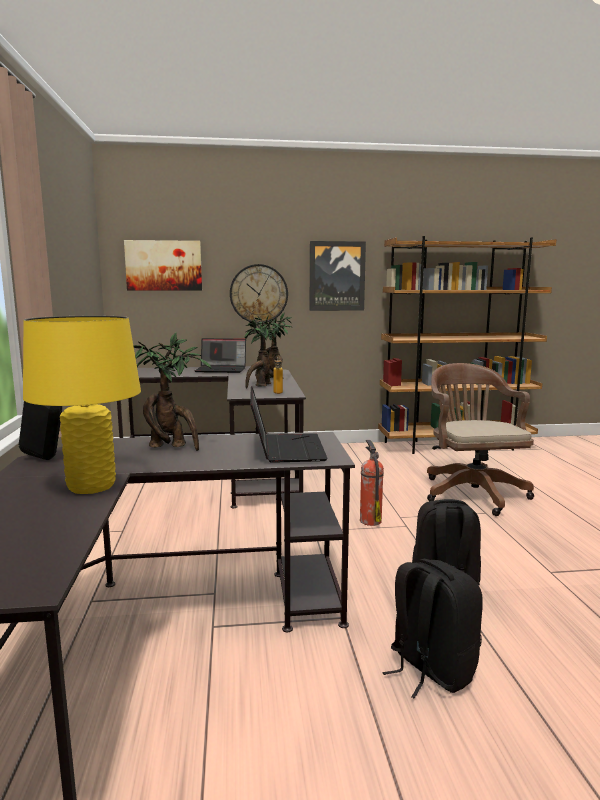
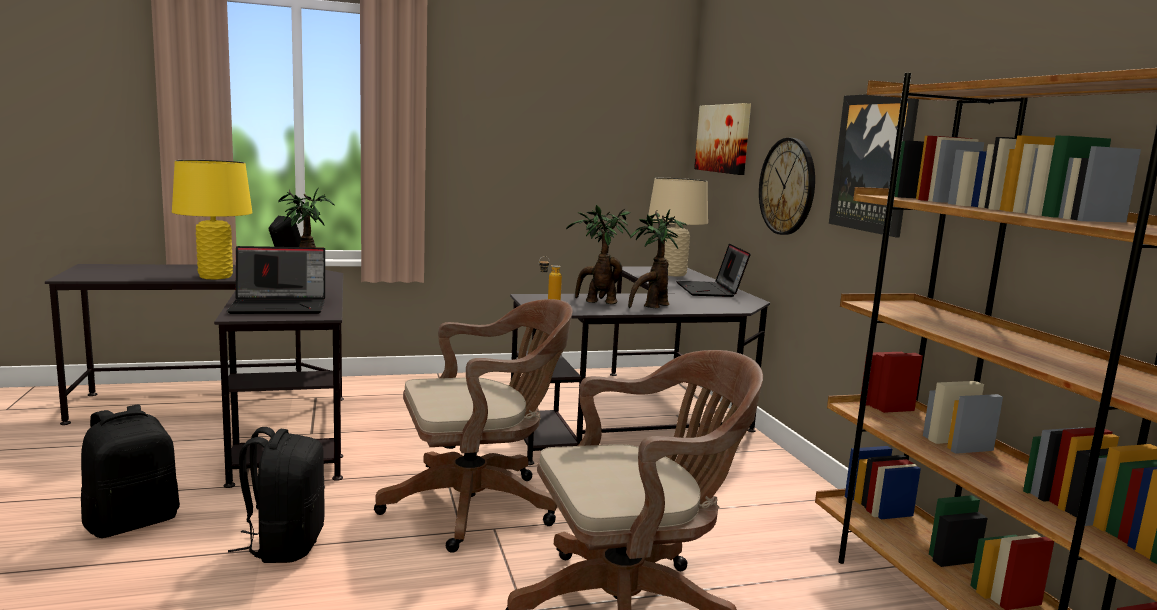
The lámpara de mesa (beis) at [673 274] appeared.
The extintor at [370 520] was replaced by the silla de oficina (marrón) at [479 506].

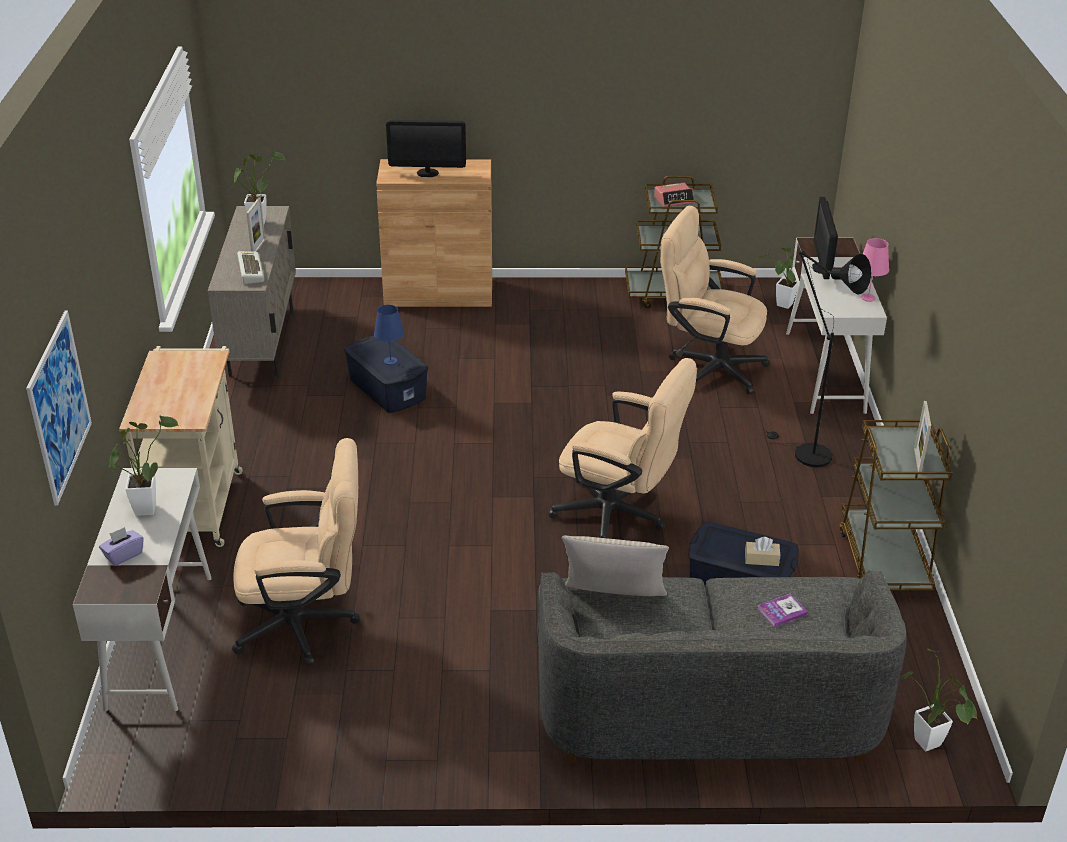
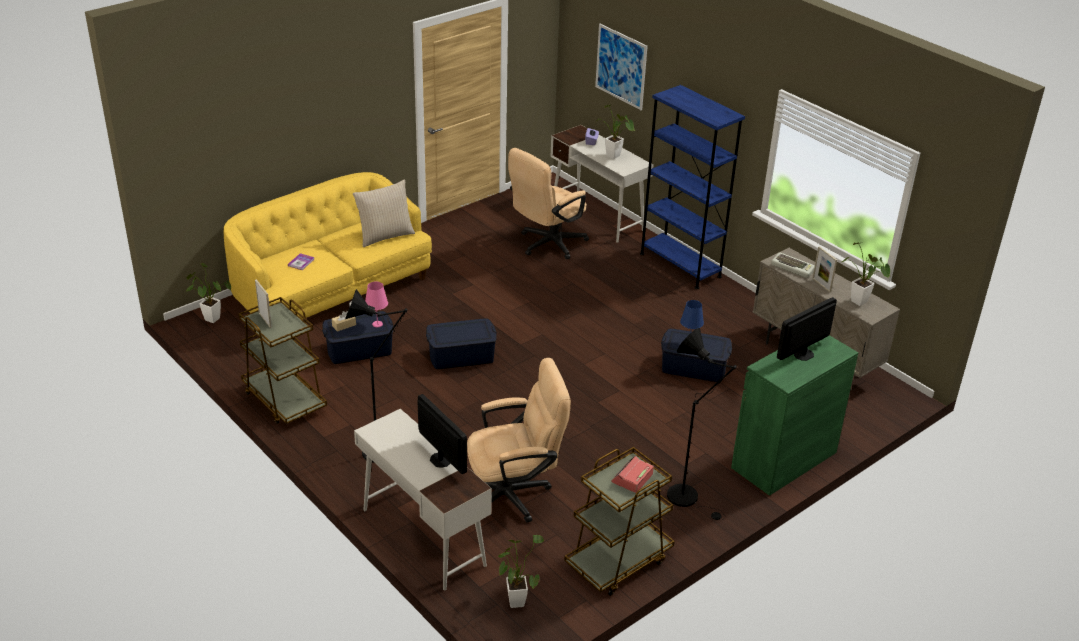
The lámpara de pie (negro) at [688 498] appeared.
The lámpara de mesa (rosa) moved from [868 298] to [377 324].
The carrito (beis) at [196 502] was replaced by the estantería (azul) at [680 265].
The silla de oficina (beis) at [618 516] was replaced by the caja de almacenaje (azul) at [461 356].
The armario (marrón) at [438 293] became the armario (verde) at [784 460].
The sofá (gris) at [706 706] became the sofá (amarillo) at [330 290].

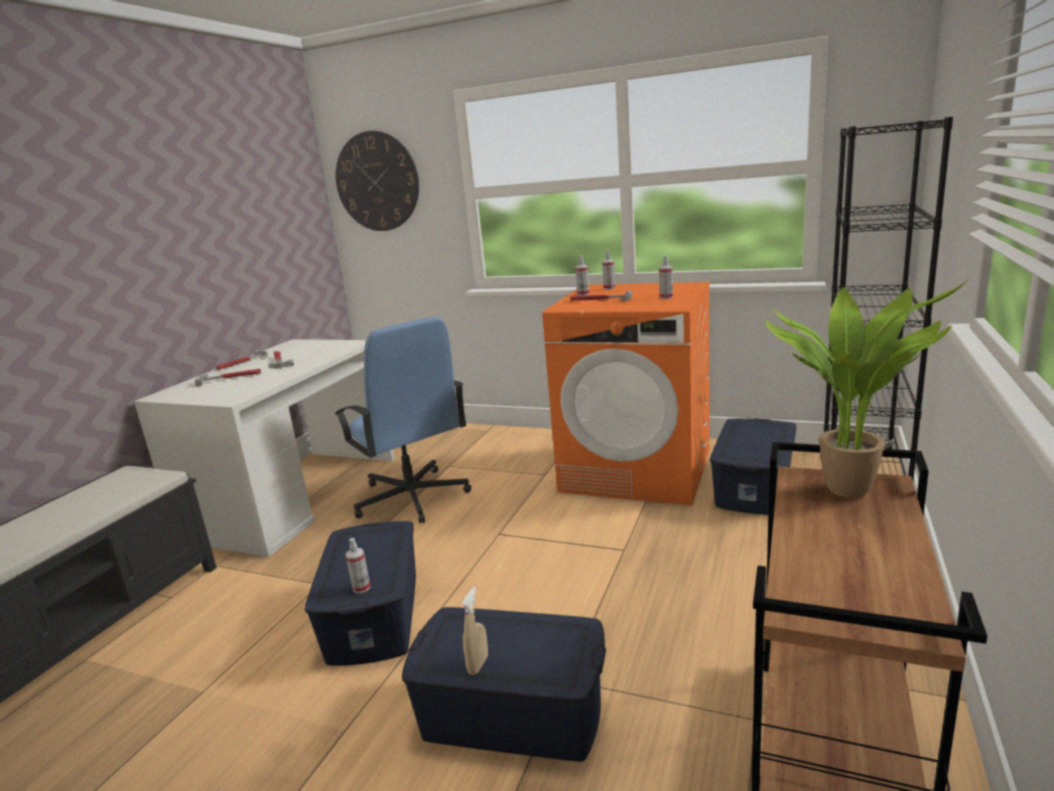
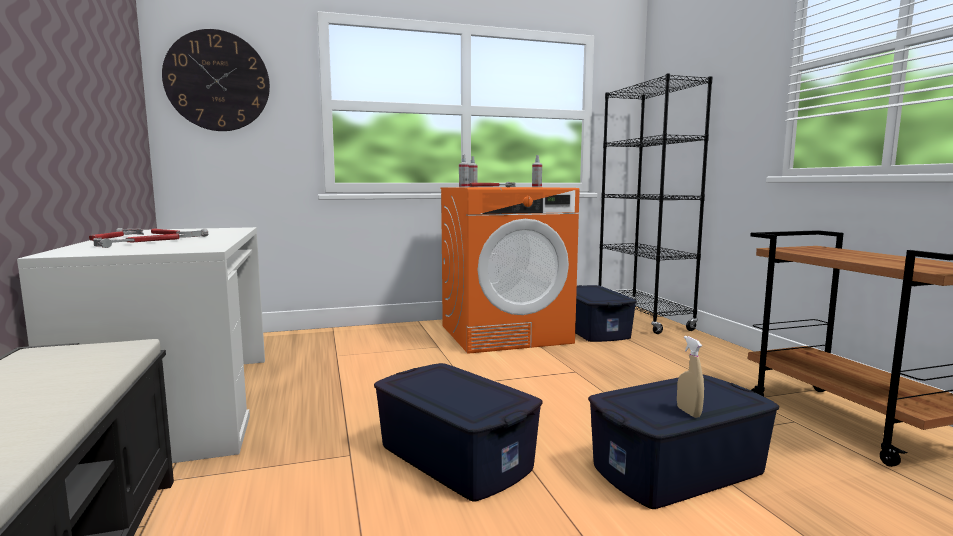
The silla de oficina (azul) at [412 498] disappeared.
The pulverizador at [361 588] disappeared.
The planta en maceta at [851 488] disappeared.

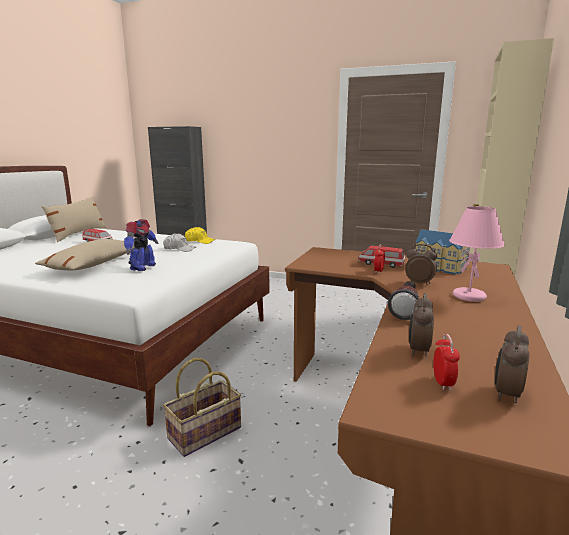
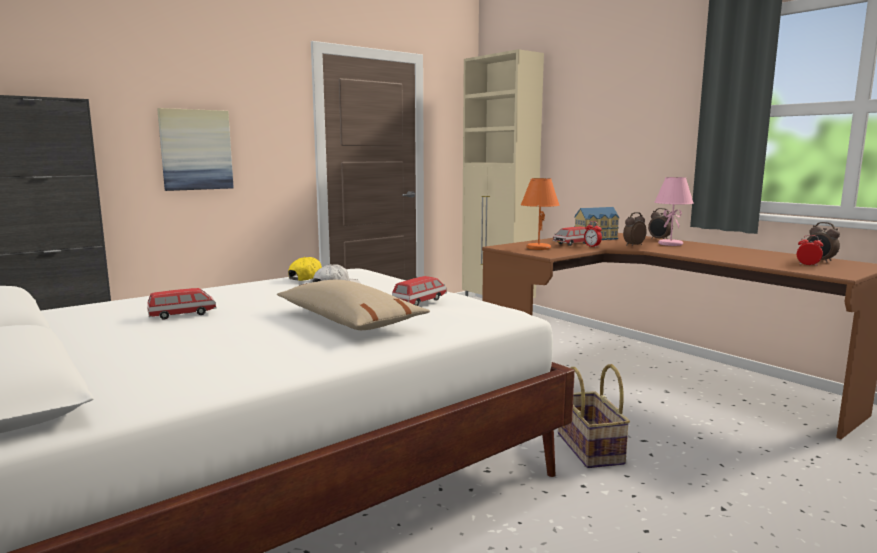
The cojín (beis) at [78 234] disappeared.
The linterna at [405 309] disappeared.
The cuadro at [196 150] appeared.
The lámpara de mesa (naranja) at [538 248] appeared.
The despertador moved from [418 351] to [659 239].
The robot de juguete at [142 267] was replaced by the coche de juguete at [420 302].

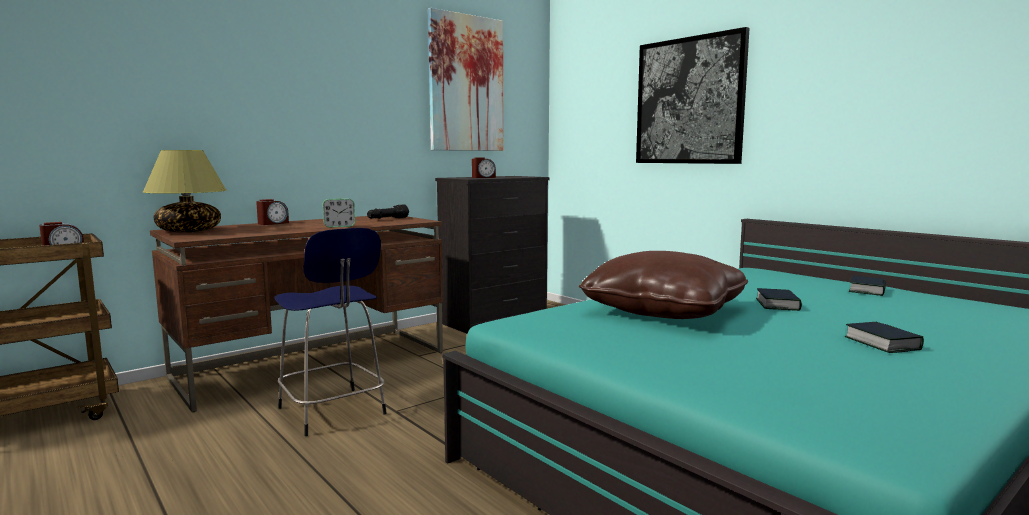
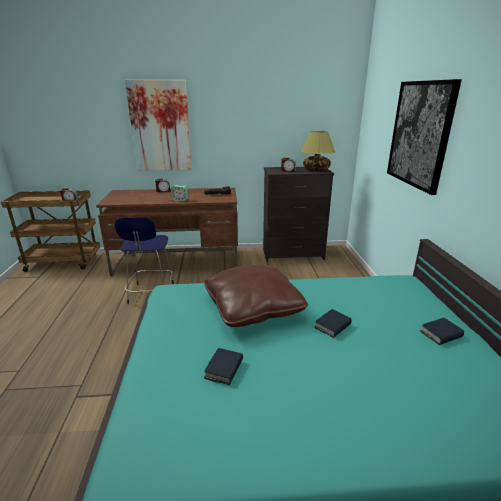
The lámpara de mesa moved from [189 231] to [316 169].
The cuadro moved from [466 83] to [160 127].
The libro moved from [882 343] to [224 369].

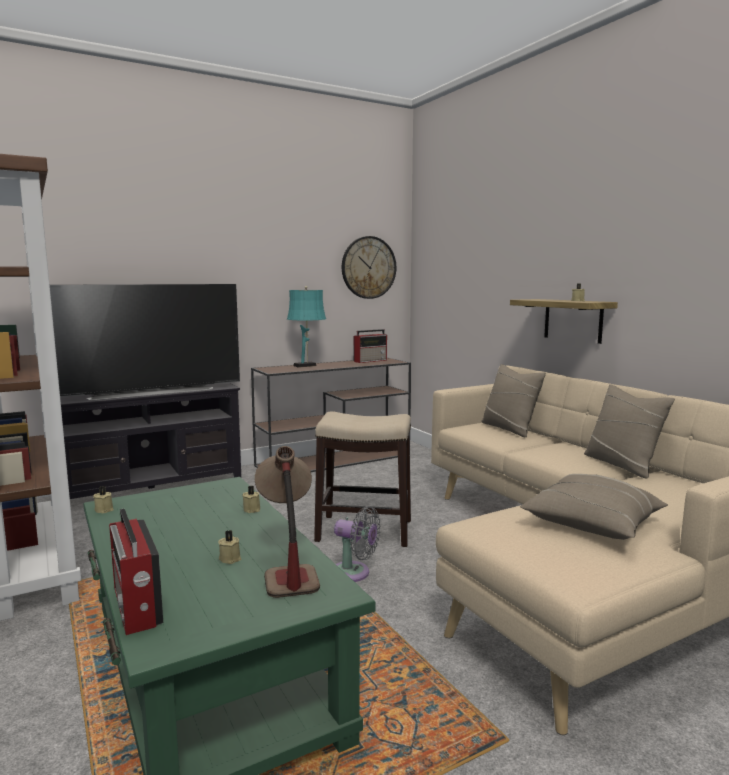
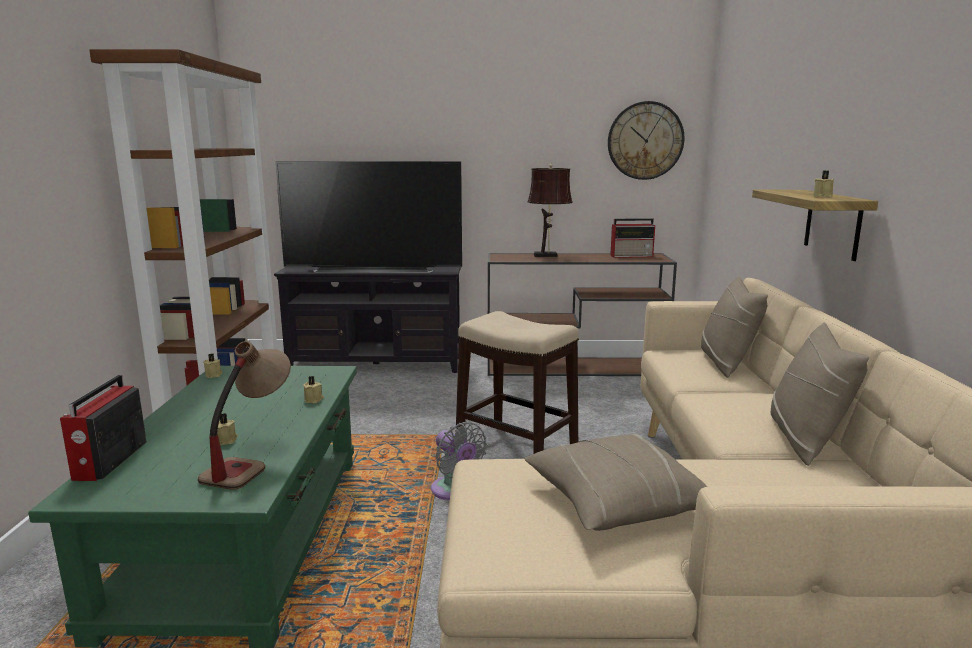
The lámpara de mesa (turquesa) at [307 365] became the lámpara de mesa (marrón) at [548 256].

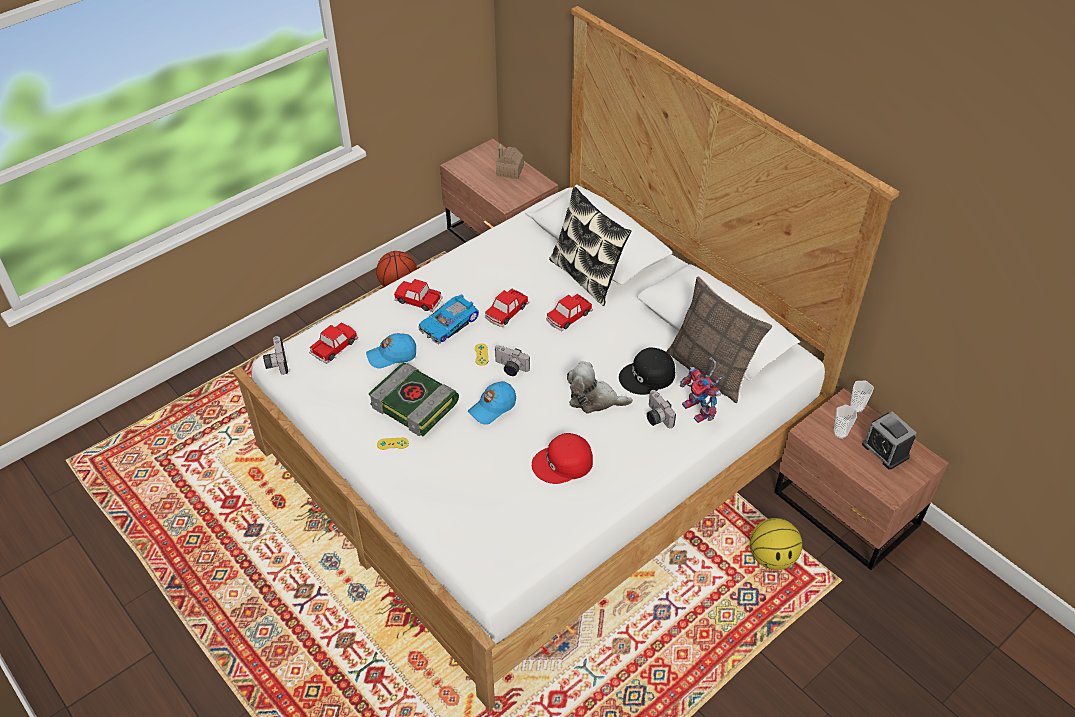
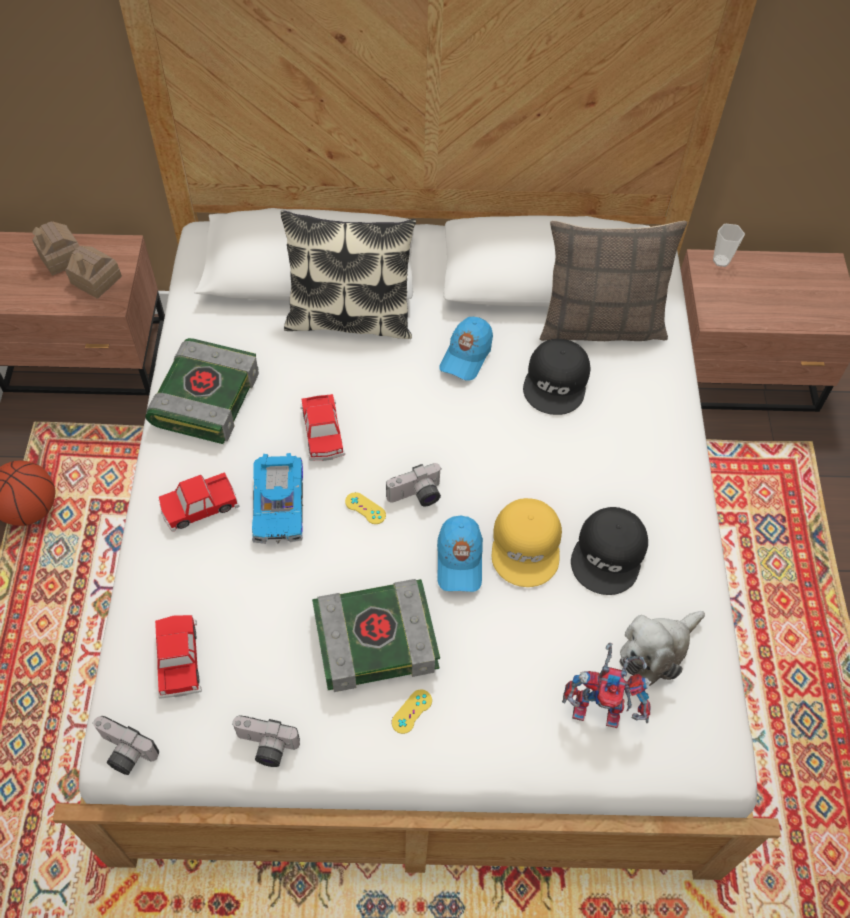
The coche de juguete at [569 316] disappeared.
The balón de baloncesto at [772 557] disappeared.
The taza at [840 433] disappeared.
The despertador at [885 450] disappeared.
The casita at [96 280] appeared.
The libro at [205 397] appeared.
The gorra (amarillo) at [527 546] appeared.
The gorra (azul) moved from [392 356] to [466 355].
The peluche moved from [594 399] to [656 650].
The cámara moved from [656 417] to [265 747].
The robot de juguete moved from [700 411] to [602 707].
The gorra (rojo) at [563 463] became the gorra (negro) at [610 554].

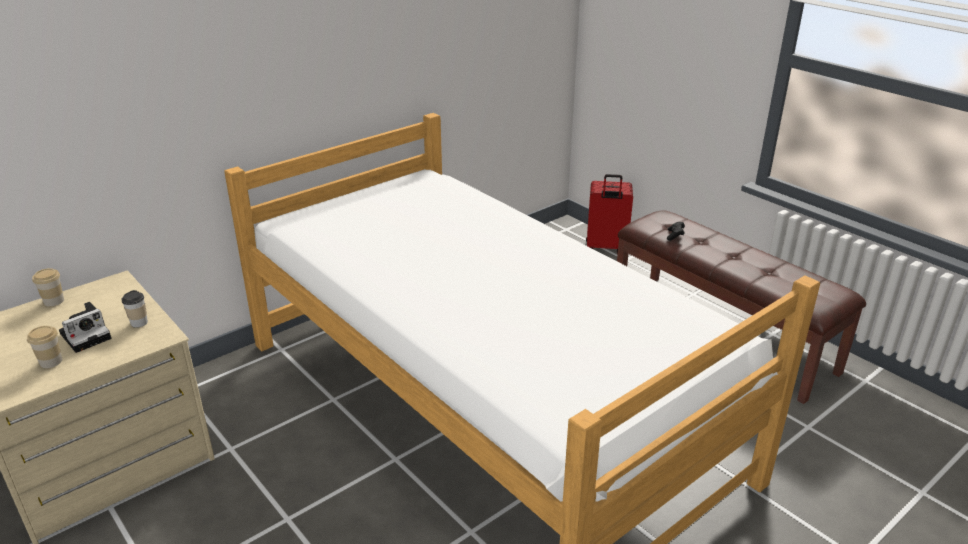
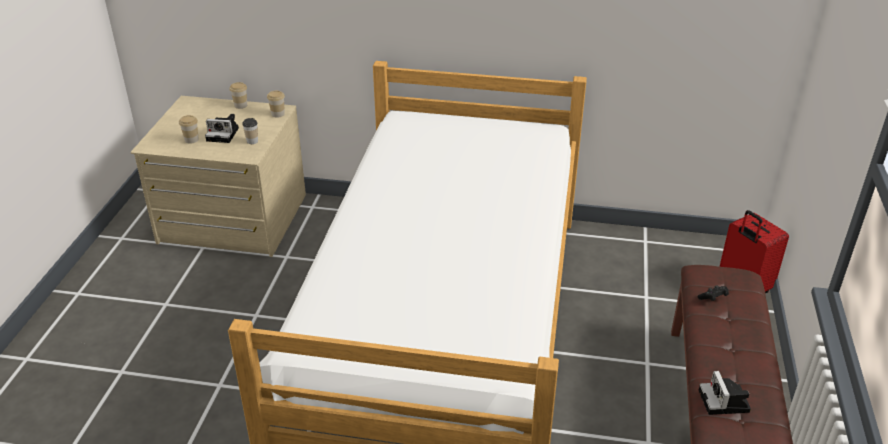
The taza at [278 114] appeared.
The cámara at [725 402] appeared.

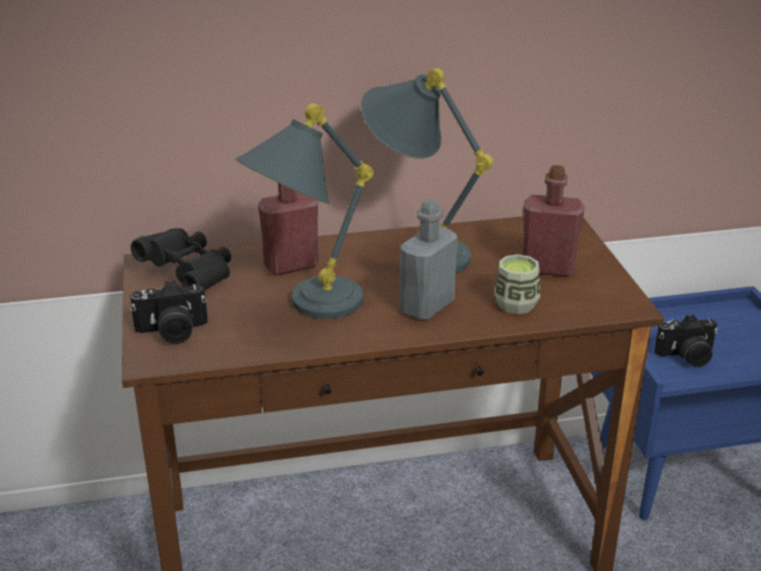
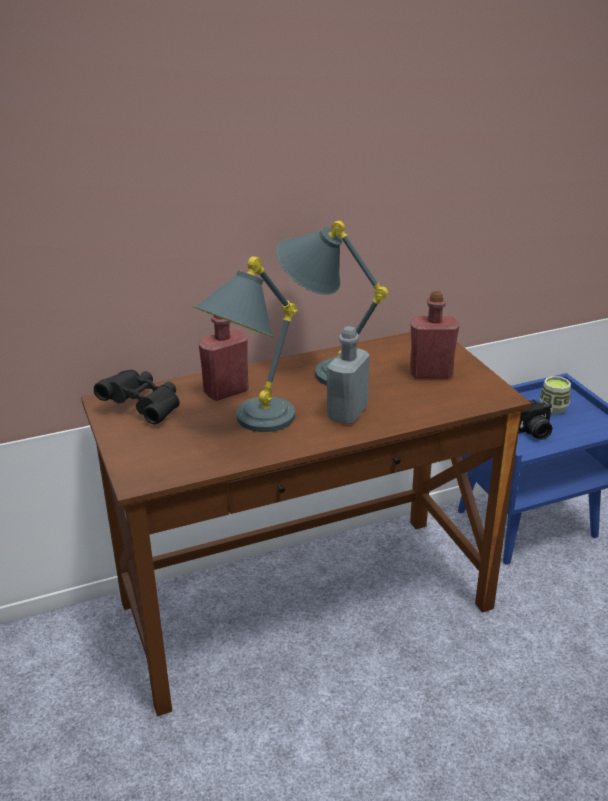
The cámara at [172 332] disappeared.
The taza moved from [516 304] to [553 408].

